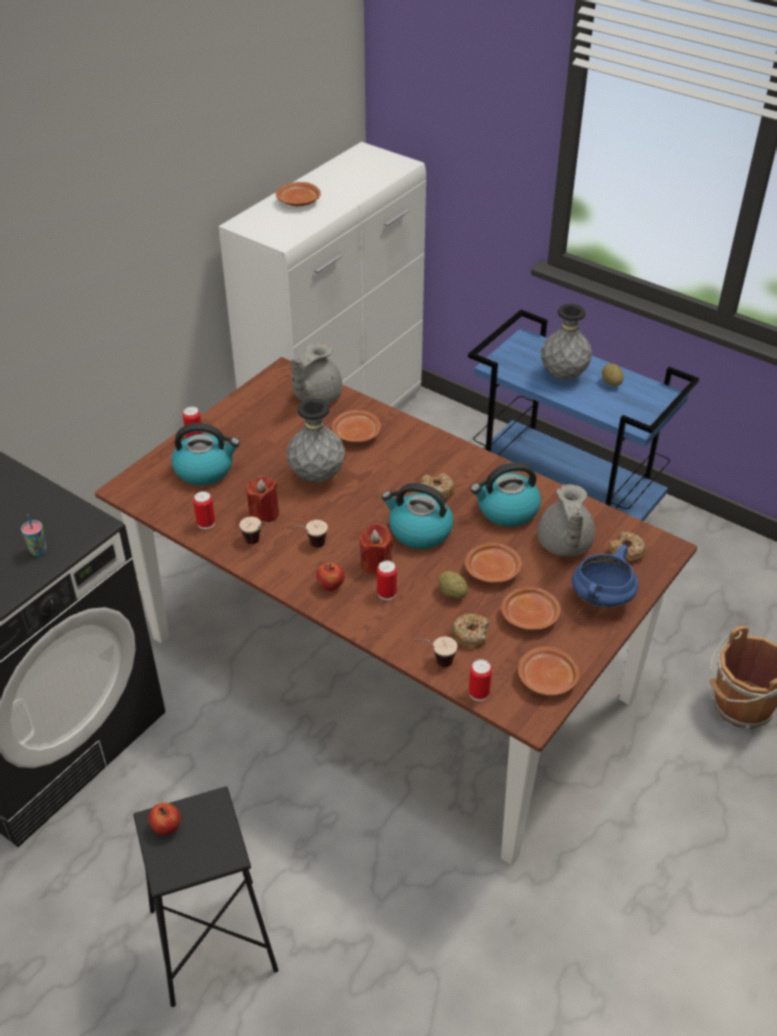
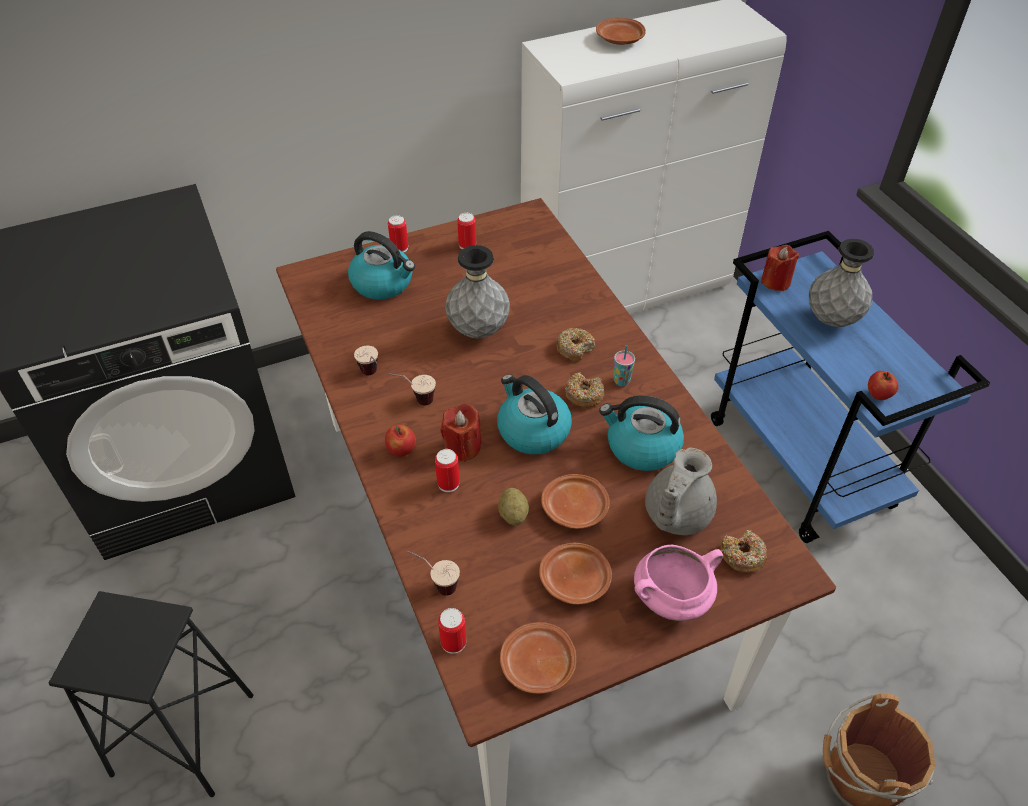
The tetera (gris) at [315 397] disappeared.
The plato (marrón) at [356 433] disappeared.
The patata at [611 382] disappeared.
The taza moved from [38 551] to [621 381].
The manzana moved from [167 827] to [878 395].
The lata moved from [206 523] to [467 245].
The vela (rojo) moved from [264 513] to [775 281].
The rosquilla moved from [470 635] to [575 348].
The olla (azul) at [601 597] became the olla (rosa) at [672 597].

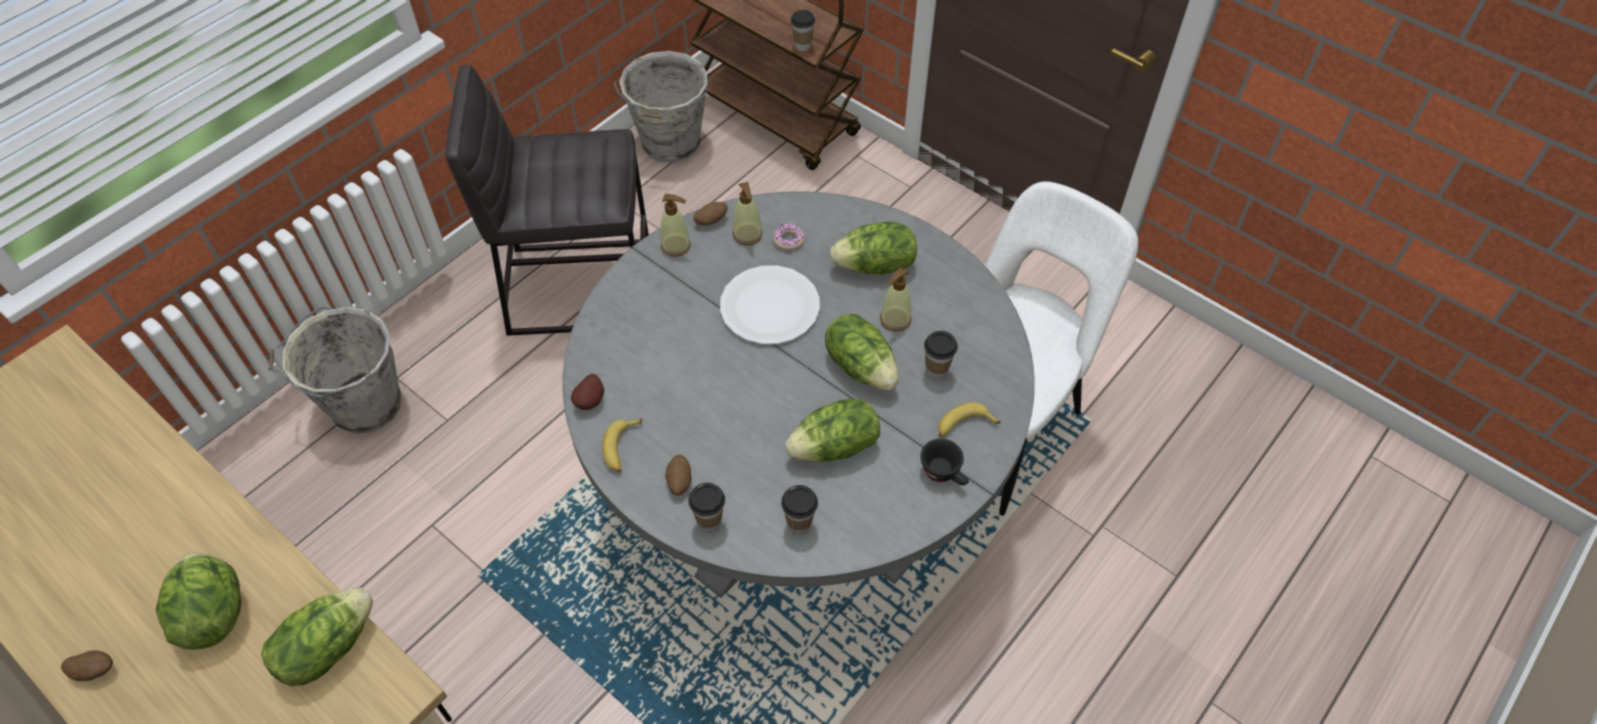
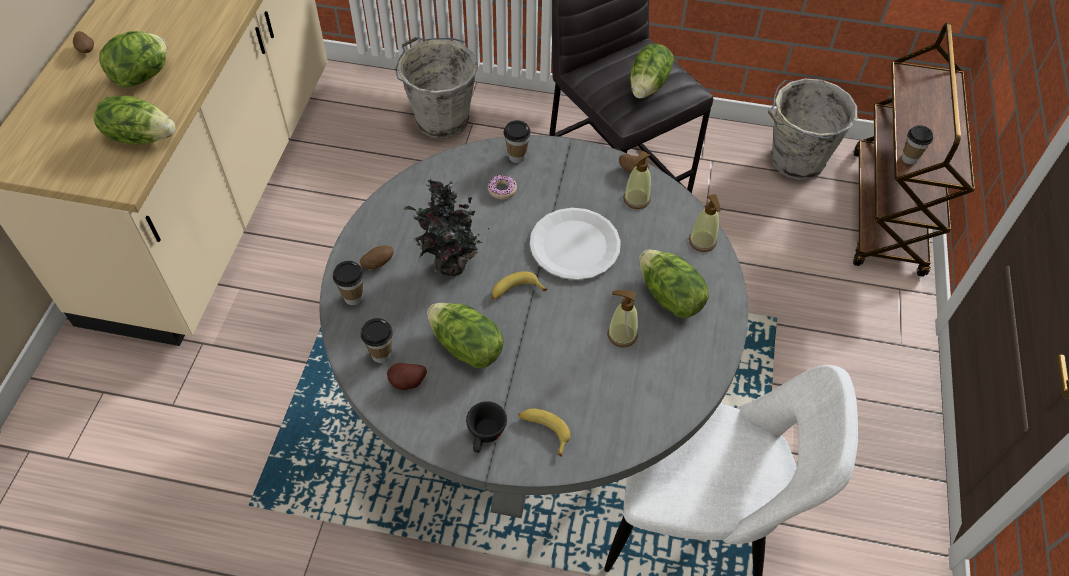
The planta en maceta at [448 265] appeared.
The patata moved from [591 401] to [408 384].
The plátano moved from [622 448] to [515 291].
The dispensador de jabón moved from [676 246] to [702 241].
The rosquilla moved from [789 240] to [502 190].
The lechuga moved from [861 366] to [649 85].
The taza moved from [936 371] to [517 157].

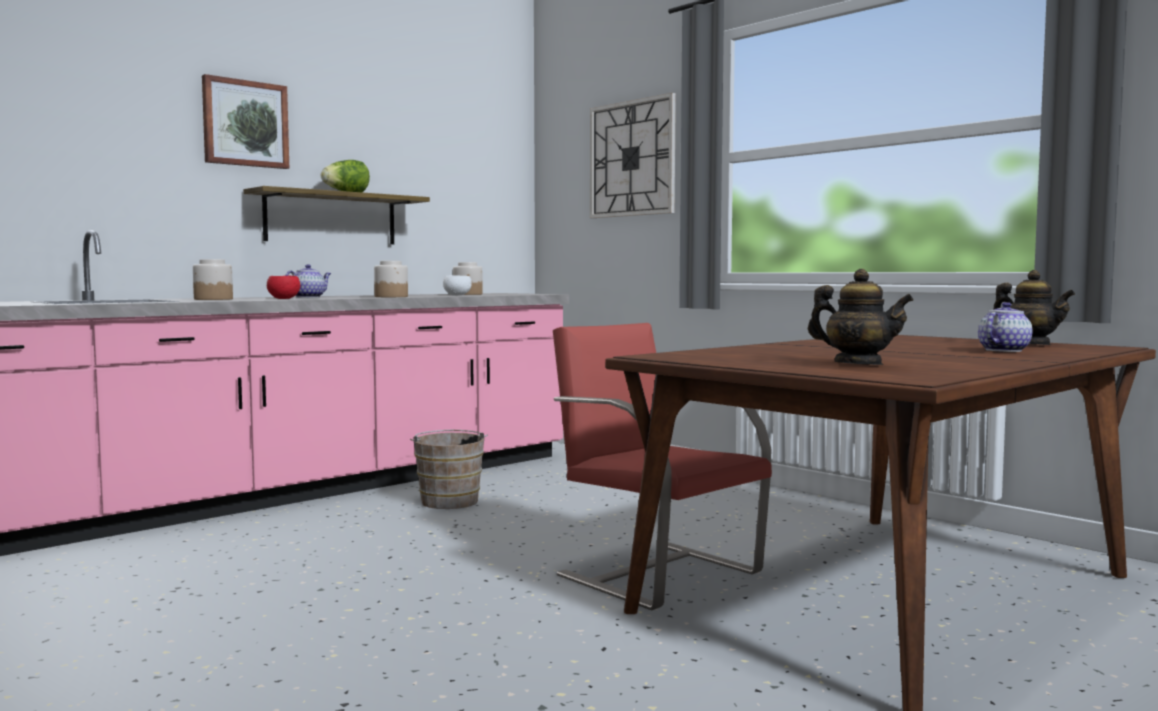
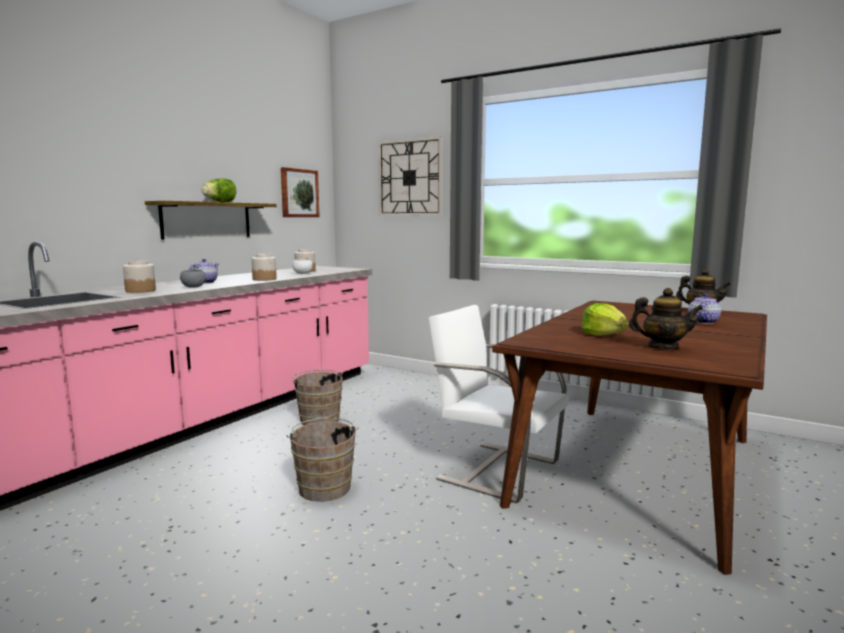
The cubo (marrón) at [324 486] appeared.
The lechuga at [604 335] appeared.
The cuadro moved from [245 123] to [299 193].
The cuenco (rojo) at [283 298] became the cuenco (gris) at [193 287].
The silla (rojo) at [658 573] became the silla (blanco) at [497 469].

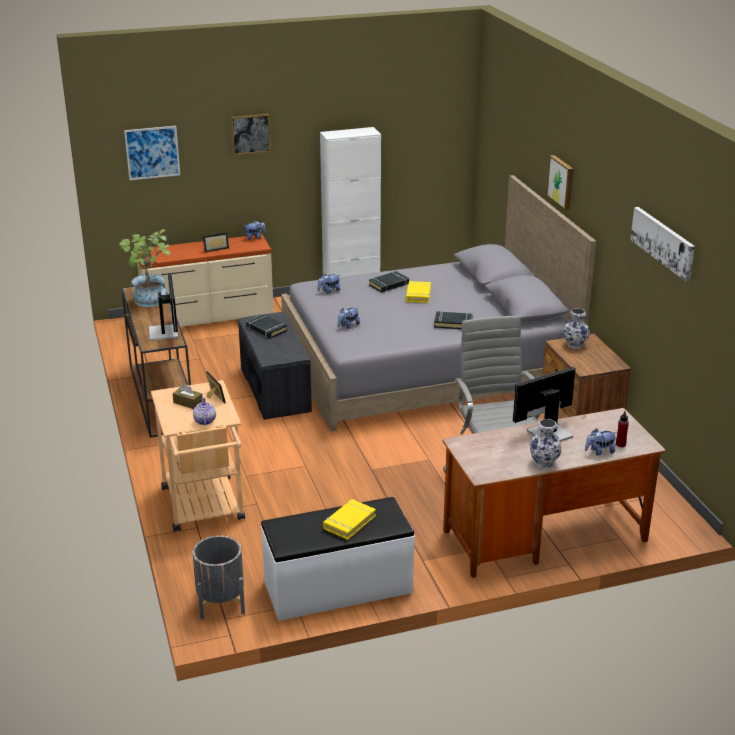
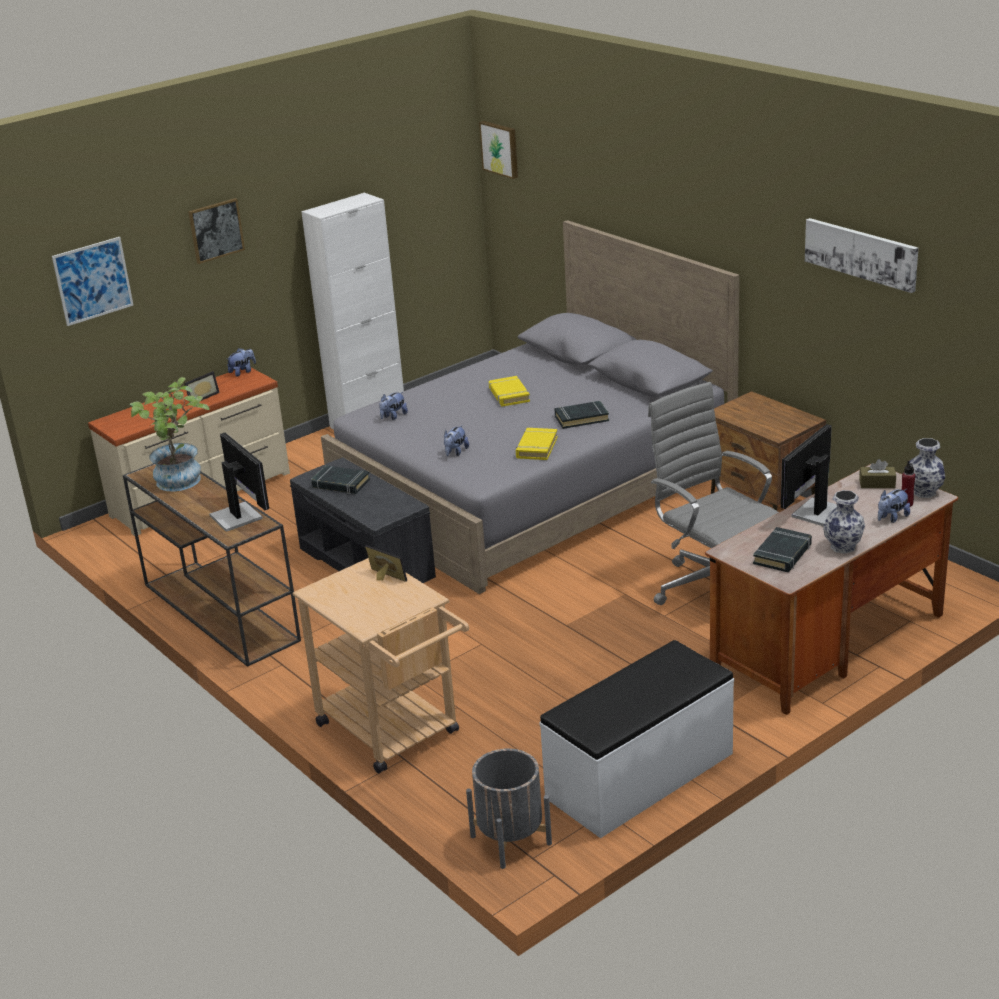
The tetera at [204 421] disappeared.
The caja de pañuelos (marrón) moved from [188 403] to [877 484].
The libro (amarillo) moved from [349 522] to [536 448].
The libro (negro) moved from [389 285] to [782 554].
The cuadro moved from [562 182] to [500 149].
The florero moved from [575 344] to [924 492].

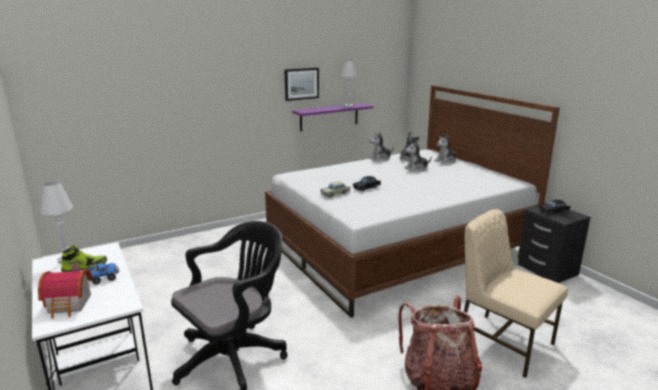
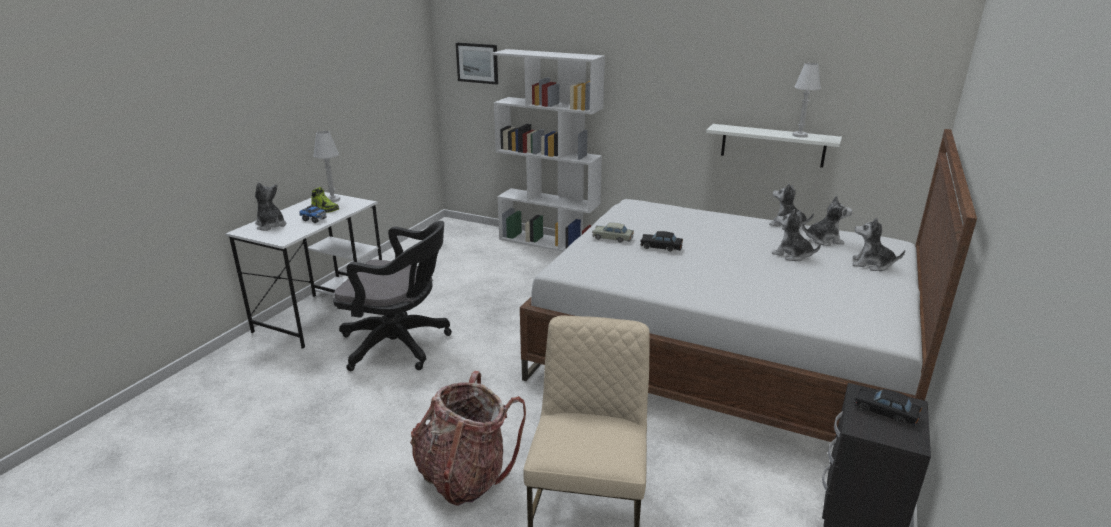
The estantería (blanco) at [549 242] appeared.
The cuadro moved from [301 84] to [477 63].
The casita at [70 305] was replaced by the peluche at [271 225].
The estante (morado) at [329 117] became the estante (blanco) at [772 145].

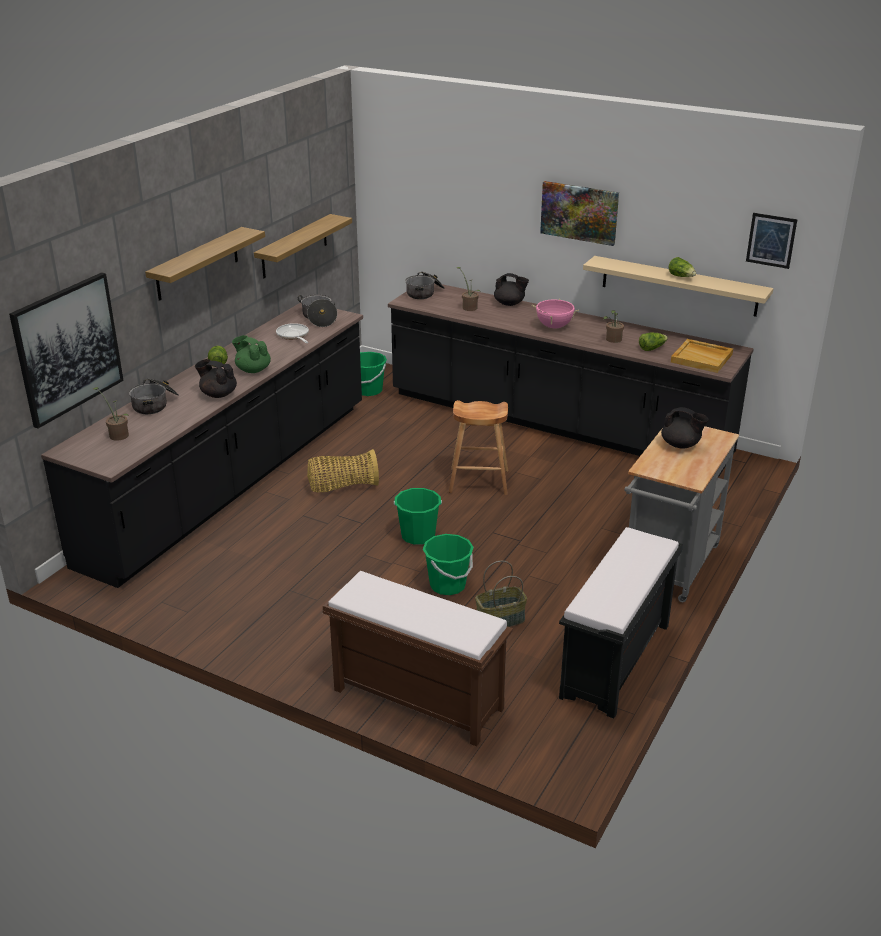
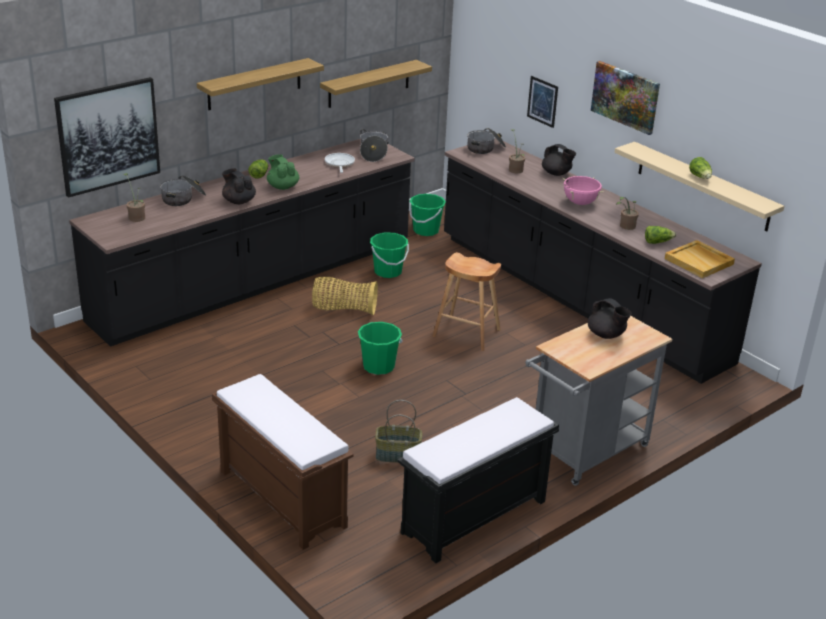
The cubo (verde) moved from [448 585] to [388 272].
The cuadro moved from [771 240] to [542 101].

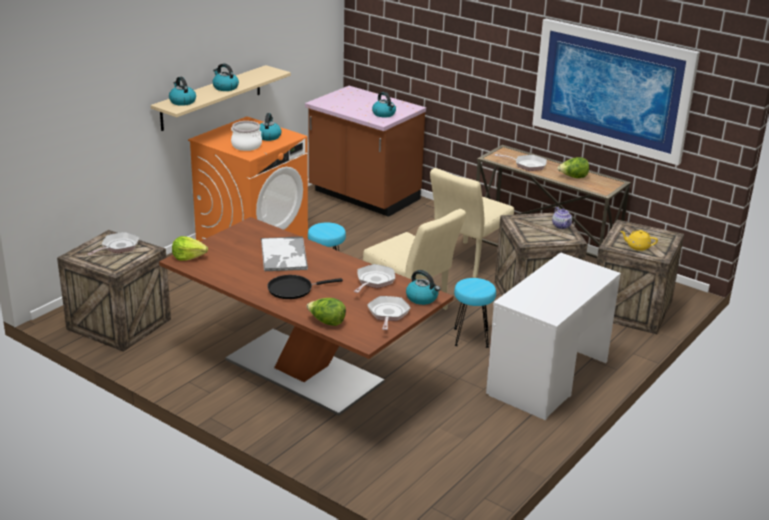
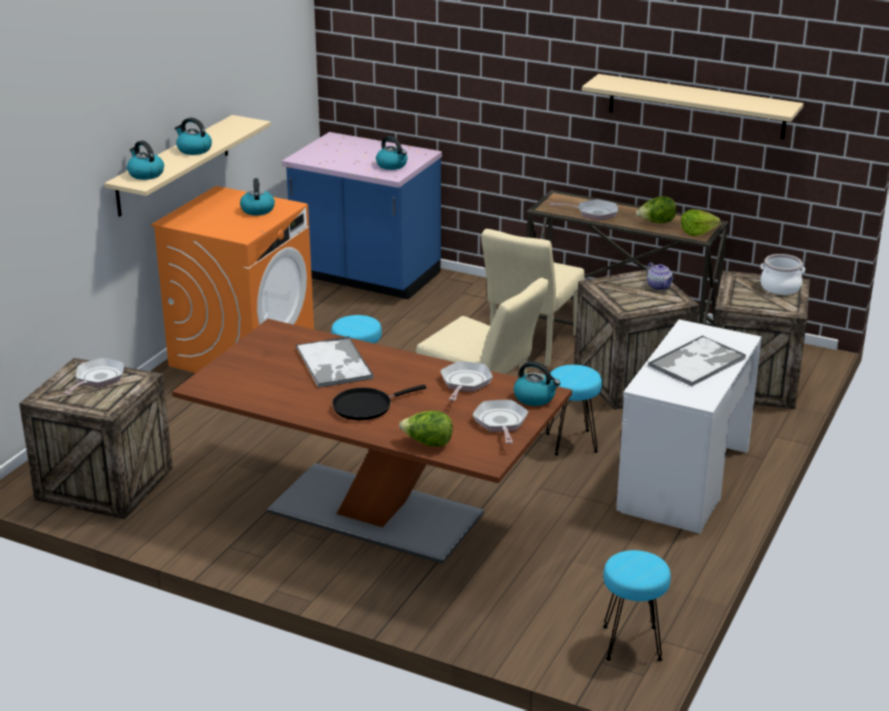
The tetera (amarillo) at [637 247] disappeared.
The taburete (turquesa) at [631 644] appeared.
The bandeja at [697 362] appeared.
The lechuga moved from [188 257] to [697 232].
The olla moved from [246 146] to [780 287].
The cuadro at [612 89] was replaced by the estante (beis) at [696 106].
The mueble bajo de cocina (marrón) at [363 196] became the mueble bajo de cocina (azul) at [366 277].

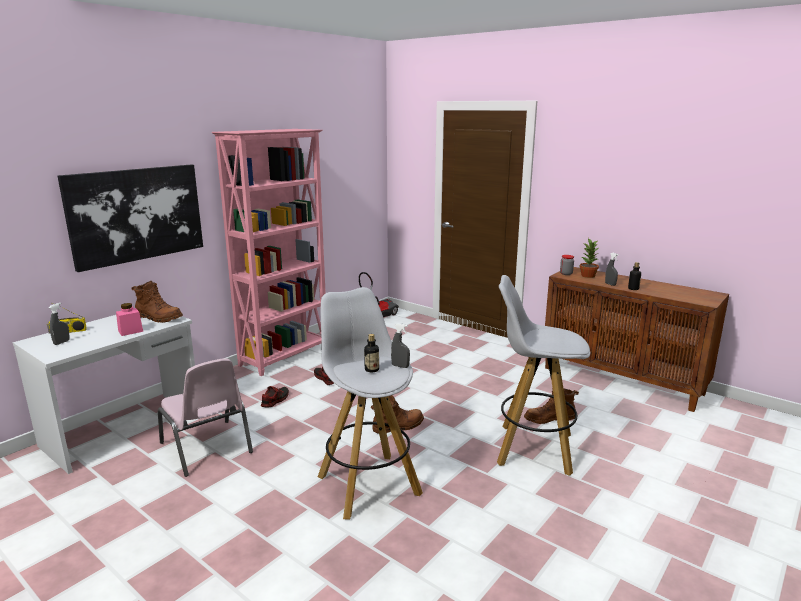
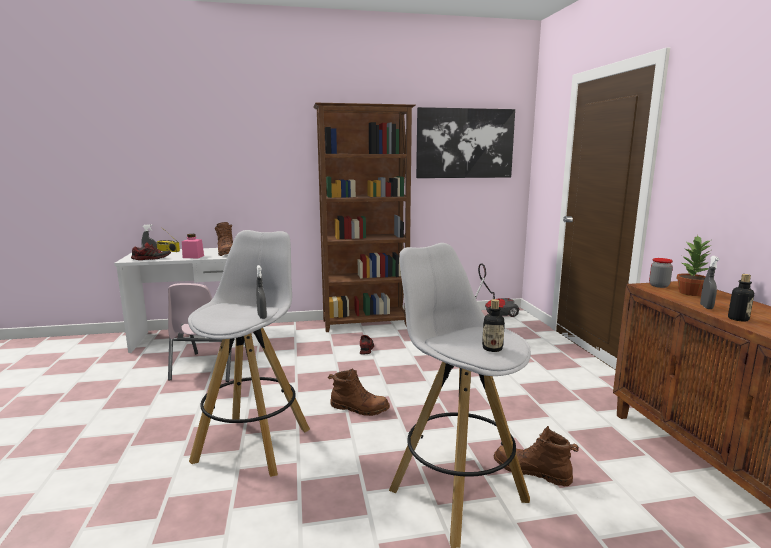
The cuadro moved from [136 214] to [465 143].
The zapato moved from [275 400] to [151 258].
The botella moved from [371 369] to [492 348].
The estantería (rosa) at [286 356] became the estantería (marrón) at [366 324].

